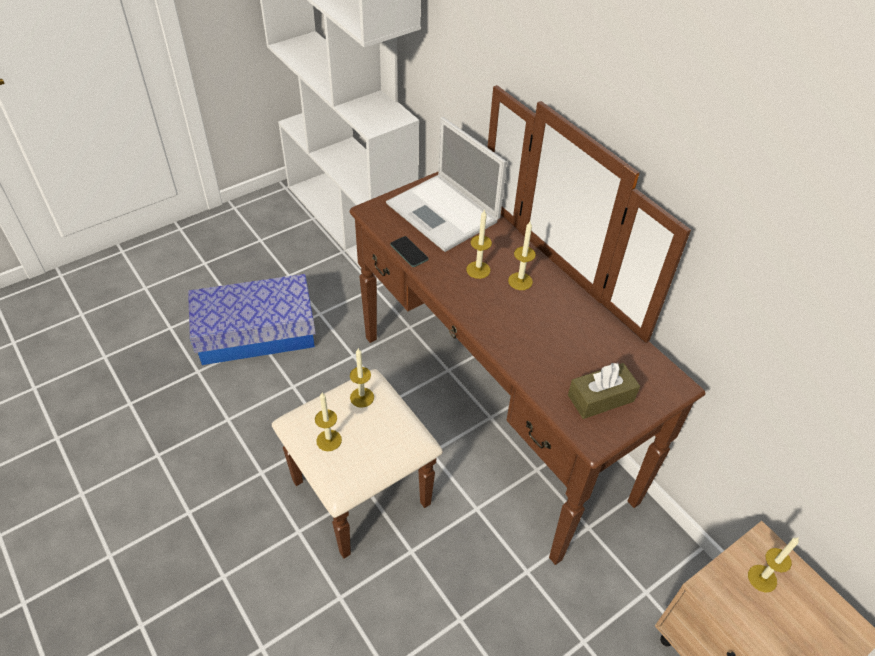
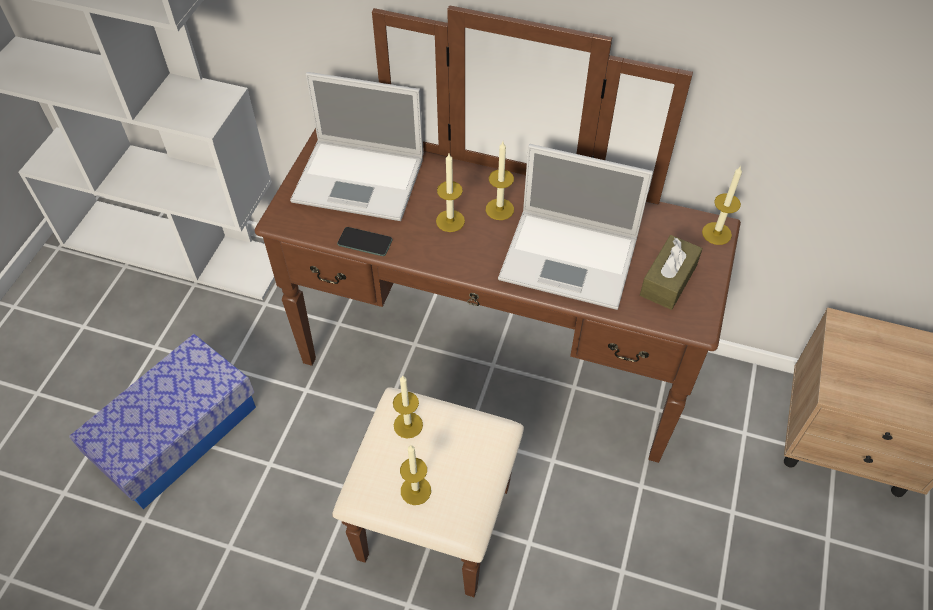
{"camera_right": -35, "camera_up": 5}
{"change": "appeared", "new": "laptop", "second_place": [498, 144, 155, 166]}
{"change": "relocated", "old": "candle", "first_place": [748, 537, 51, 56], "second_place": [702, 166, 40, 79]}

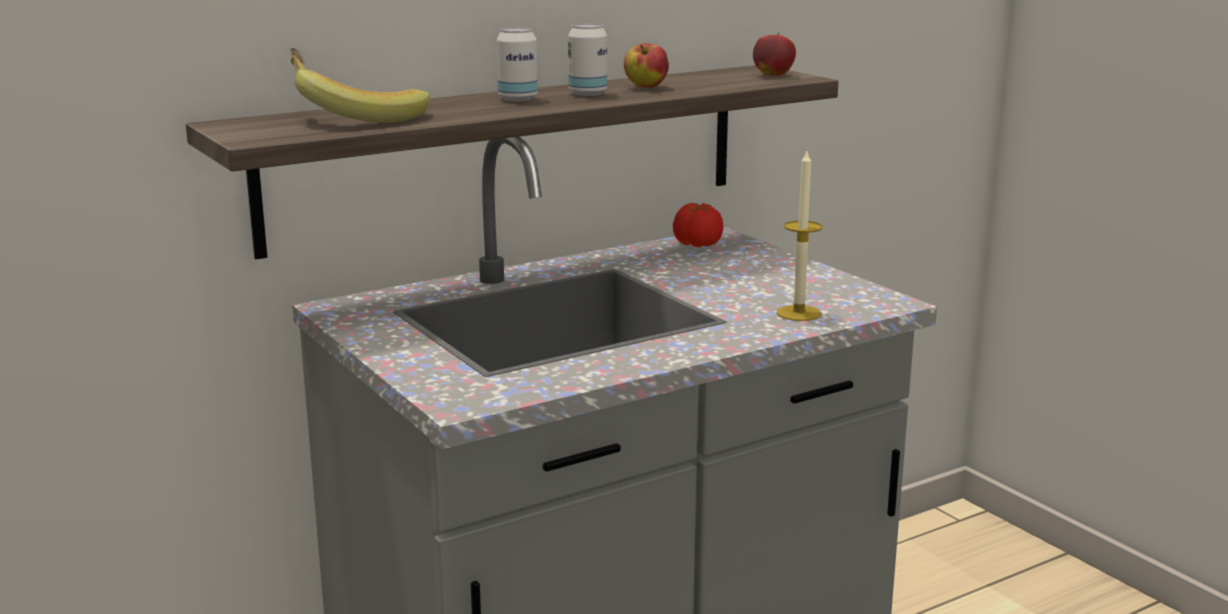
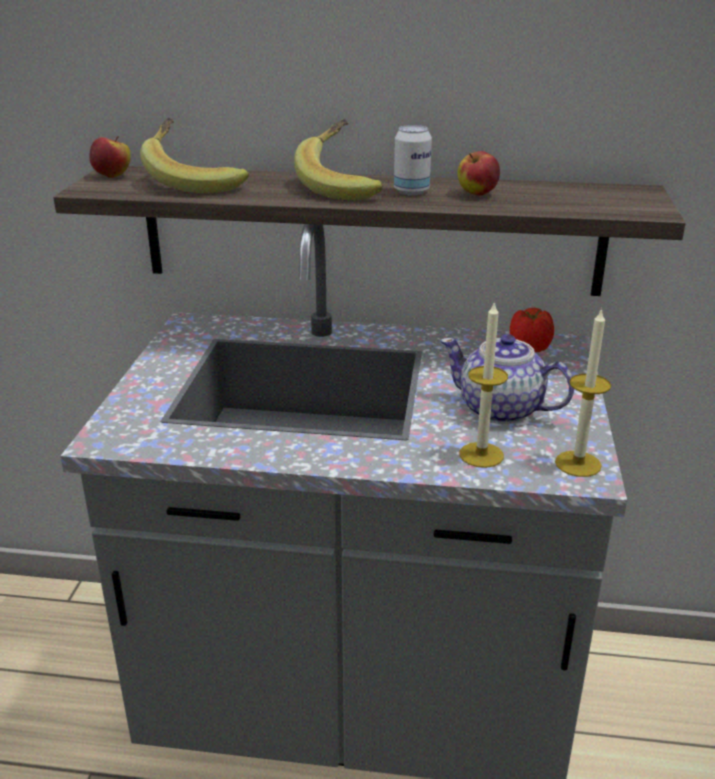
{"camera_right": 40, "camera_up": 10}
{"change": "relocated", "old": "apple", "first_place": [753, 32, 43, 44], "second_place": [89, 136, 42, 42]}
{"change": "exchanged", "old": "can", "new": "banana", "first_place": [496, 27, 42, 75], "second_place": [294, 119, 89, 81]}
{"change": "appeared", "new": "teapot", "second_place": [440, 334, 134, 90]}
{"change": "appeared", "new": "candle", "second_place": [555, 308, 56, 169]}

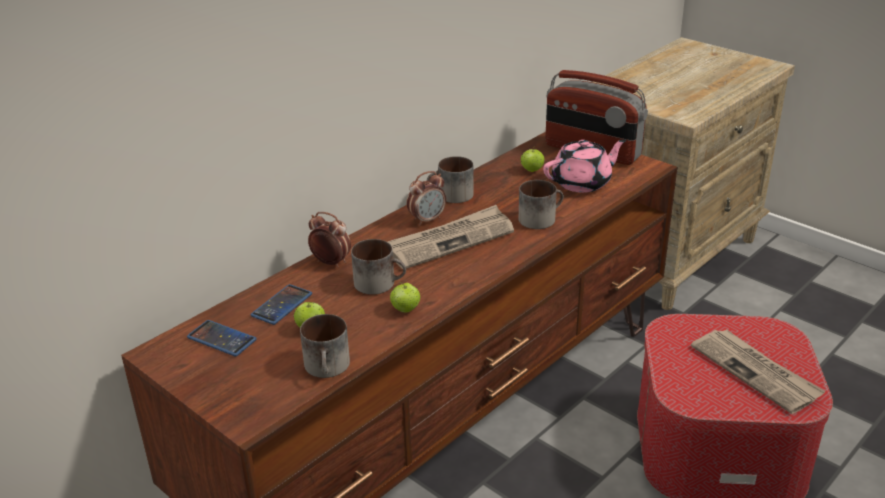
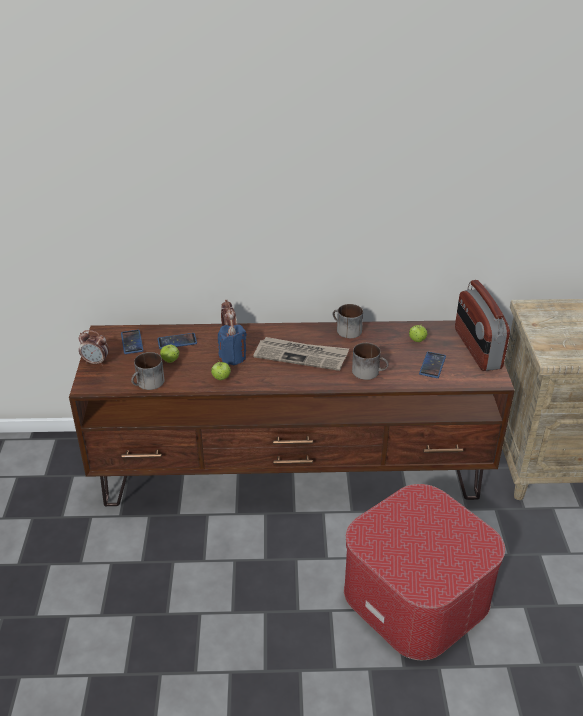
{"camera_right": 45, "camera_up": 5}
{"change": "relocated", "old": "alarm_clock", "first_place": [407, 171, 39, 55], "second_place": [79, 330, 30, 36]}
{"change": "exchanged", "old": "mug", "new": "blue_candle", "first_place": [351, 239, 55, 56], "second_place": [218, 325, 29, 40]}
{"change": "exchanged", "old": "pink_teapot", "new": "phone", "first_place": [543, 139, 83, 54], "second_place": [419, 352, 27, 26]}
{"change": "missing", "old": "newspaper", "first_place": [691, 329, 135, 85]}

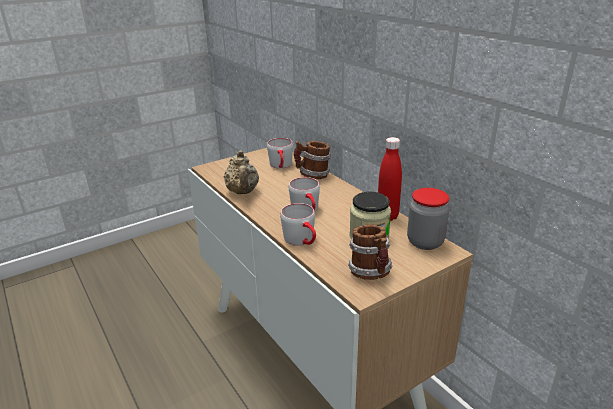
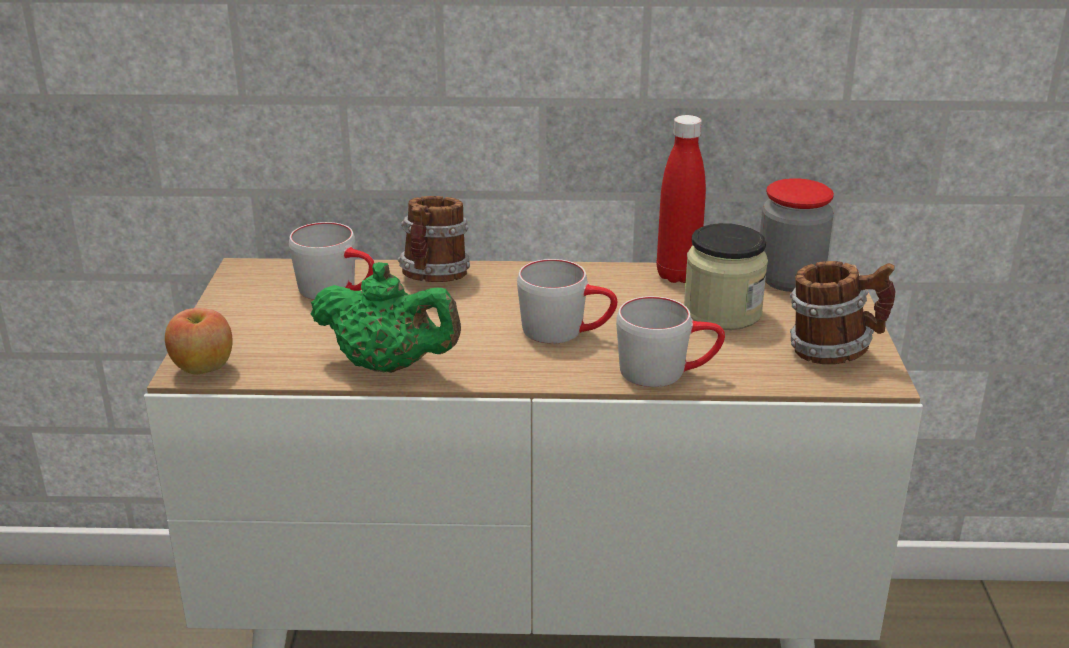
{"camera_right": -55, "camera_up": 0}
{"change": "appeared", "new": "apple", "second_place": [165, 308, 68, 66]}
{"change": "colour", "old": "beige_teapot", "new": "green_teapot", "first_place": [224, 150, 35, 44], "second_place": [311, 262, 150, 111]}

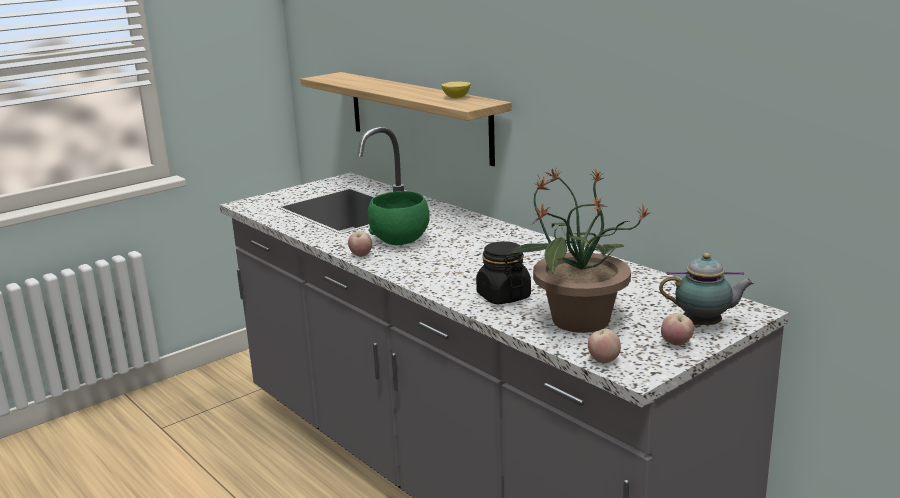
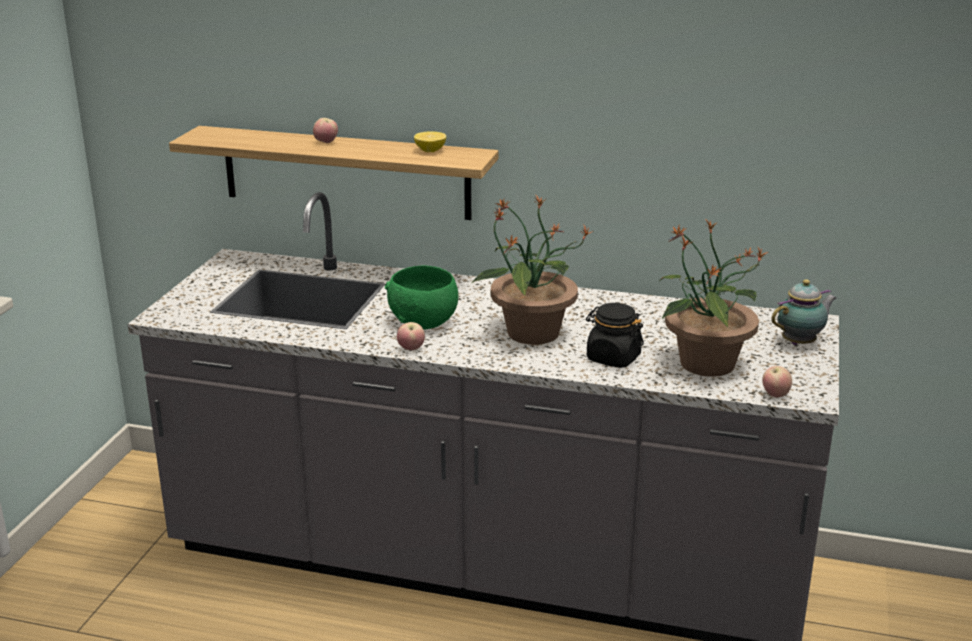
{"camera_right": -35, "camera_up": 5}
{"change": "relocated", "old": "apple", "first_place": [661, 313, 33, 33], "second_place": [313, 118, 25, 25]}
{"change": "appeared", "new": "potted_plant", "second_place": [472, 195, 122, 150]}

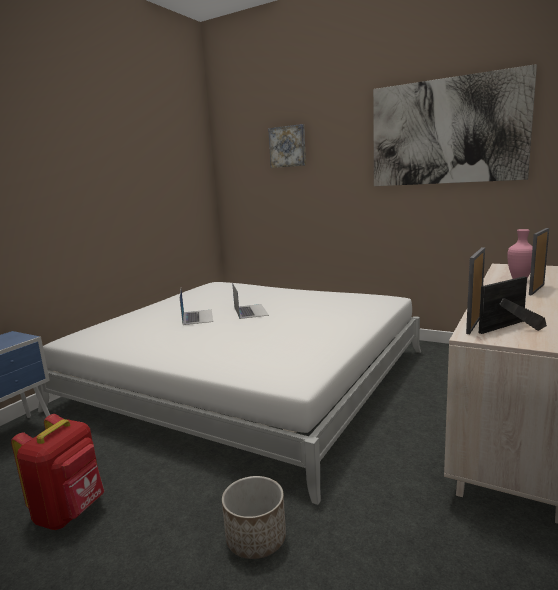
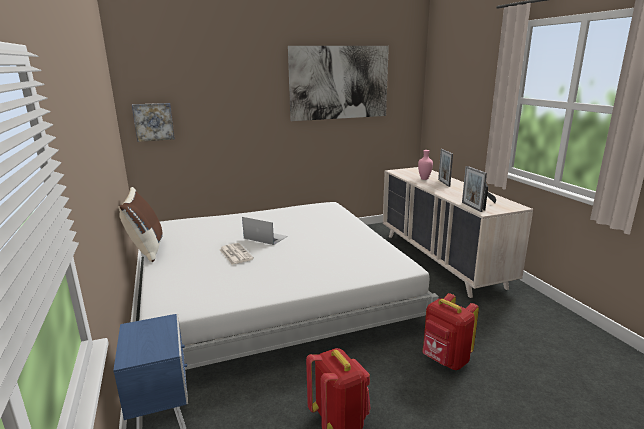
{"camera_right": -50, "camera_up": 5}
{"change": "appeared", "new": "brown_pillow", "second_place": [118, 187, 45, 75]}
{"change": "relocated", "old": "picture", "first_place": [268, 124, 38, 44], "second_place": [132, 103, 43, 39]}
{"change": "exchanged", "old": "laptop", "new": "newspaper", "first_place": [179, 290, 34, 35], "second_place": [219, 243, 35, 22]}
{"change": "exchanged", "old": "planter", "new": "red_backpack", "first_place": [222, 476, 64, 83], "second_place": [422, 293, 57, 77]}

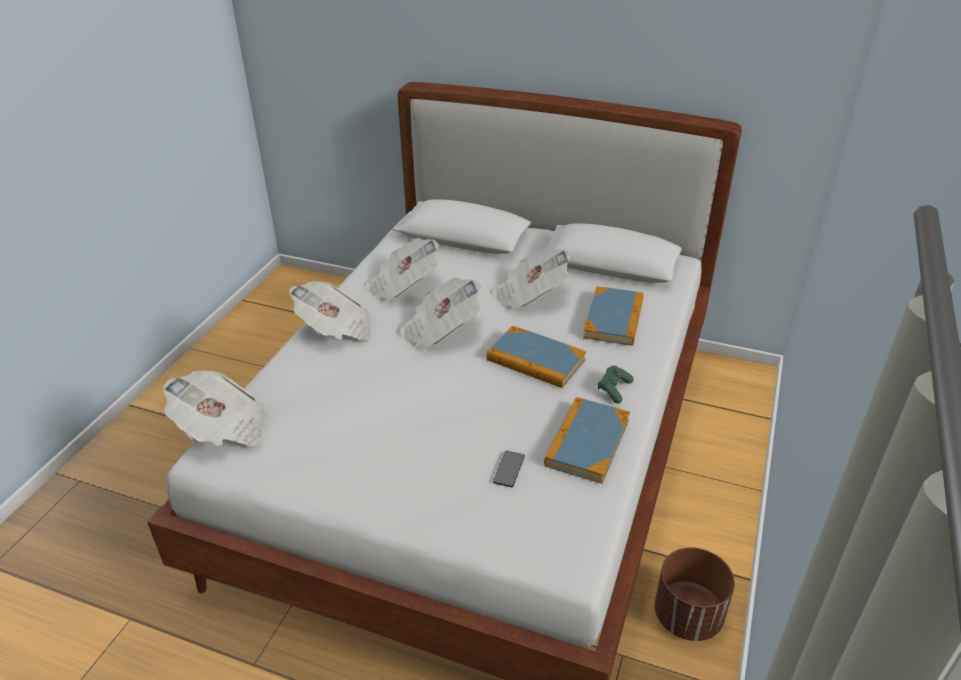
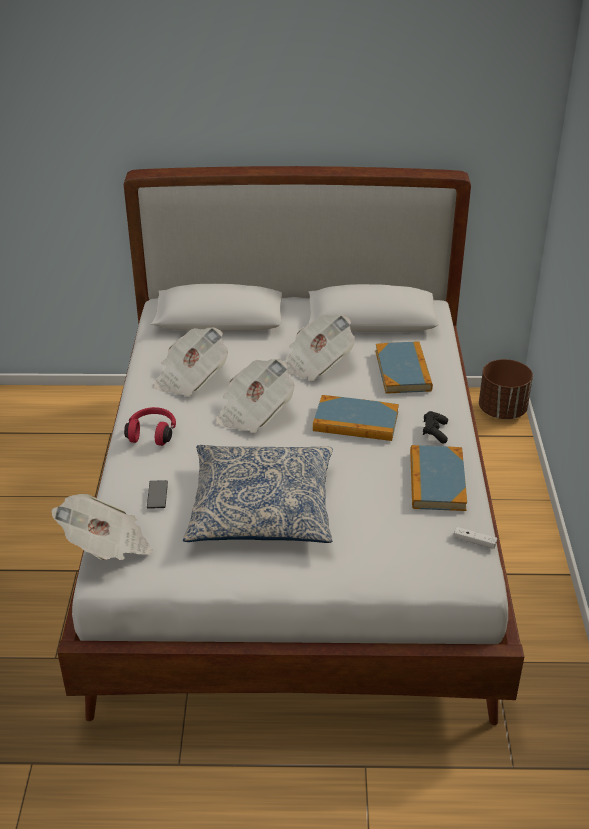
{"camera_right": -20, "camera_up": 0}
{"change": "exchanged", "old": "newspaper", "new": "red_headphones", "first_place": [289, 281, 82, 60], "second_place": [124, 407, 52, 39]}
{"change": "relocated", "old": "phone", "first_place": [493, 451, 32, 36], "second_place": [147, 480, 21, 29]}
{"change": "appeared", "new": "pillow", "second_place": [183, 445, 150, 98]}
{"change": "colour", "old": "green_game_controller", "new": "black_game_controller", "first_place": [598, 366, 36, 37], "second_place": [423, 411, 25, 33]}
{"change": "appeared", "new": "white_game_controller", "second_place": [453, 527, 44, 22]}
{"change": "relocated", "old": "brown_planter", "first_place": [655, 547, 80, 94], "second_place": [479, 359, 54, 60]}

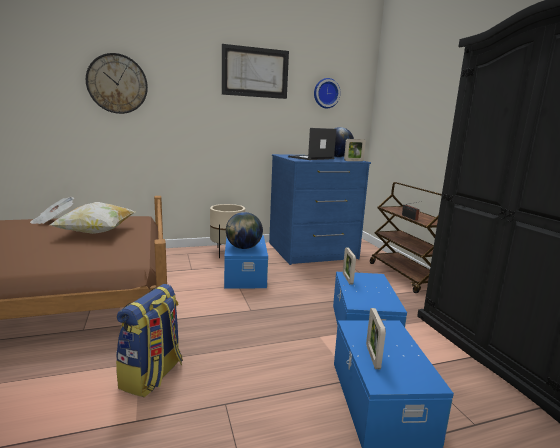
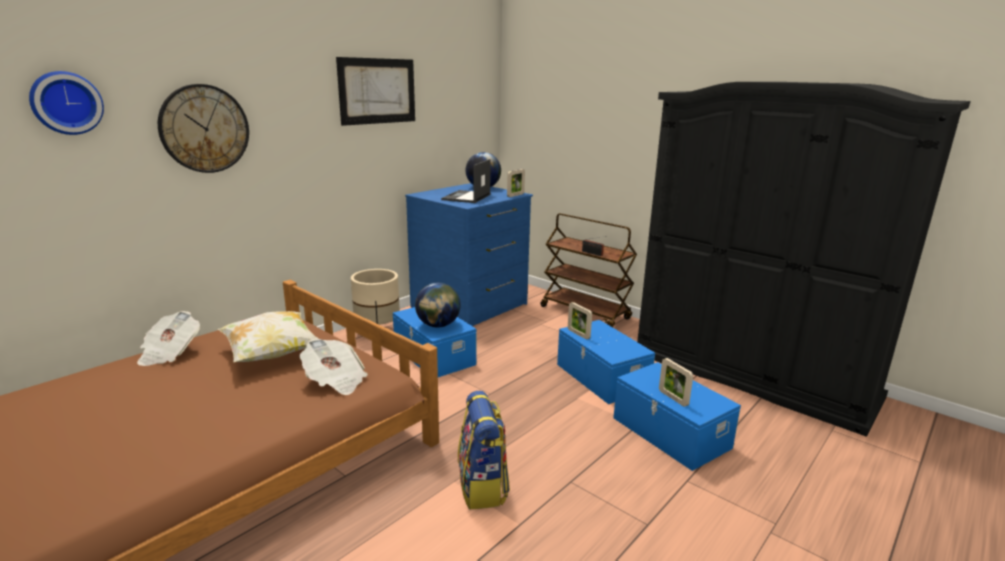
{"camera_right": -30, "camera_up": 5}
{"change": "relocated", "old": "wall_clock", "first_place": [314, 78, 26, 30], "second_place": [29, 71, 75, 64]}
{"change": "appeared", "new": "newspaper", "second_place": [299, 338, 69, 57]}

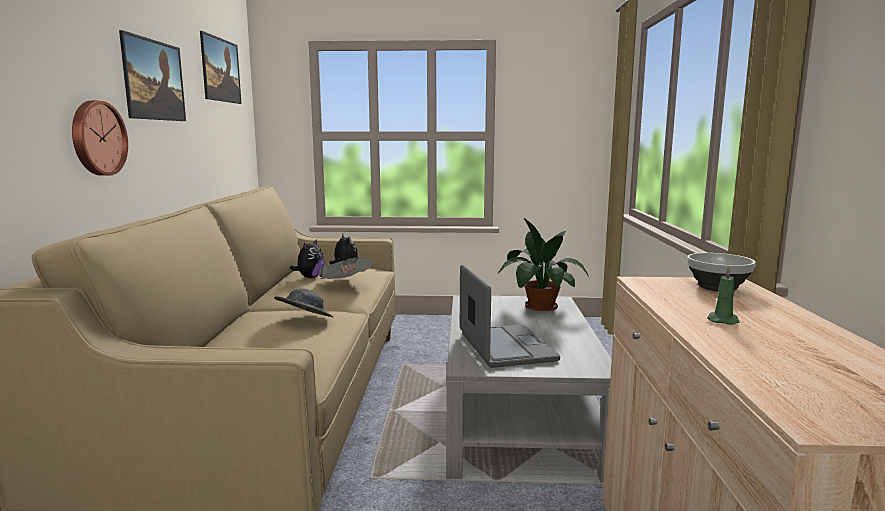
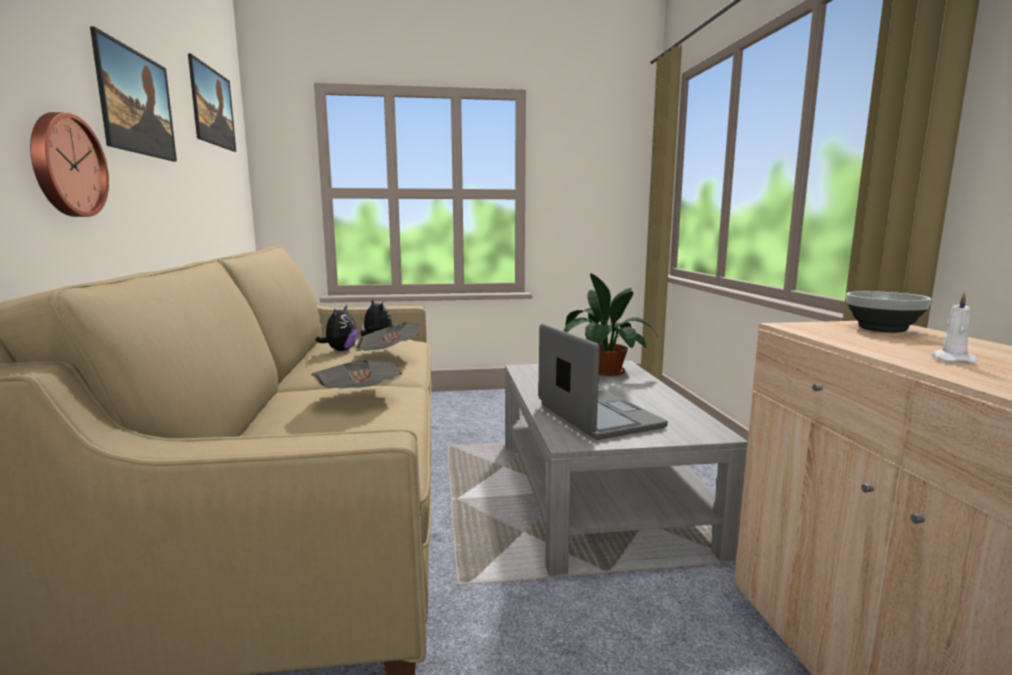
{"camera_right": -10, "camera_up": 0}
{"change": "exchanged", "old": "grey_hat", "new": "newspaper", "first_place": [274, 288, 59, 29], "second_place": [311, 360, 91, 29]}
{"change": "colour", "old": "green_candle", "new": "white_candle", "first_place": [707, 266, 32, 59], "second_place": [931, 292, 48, 72]}

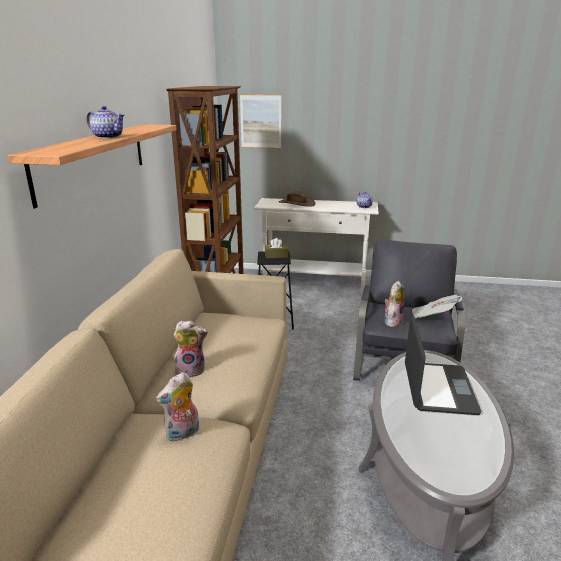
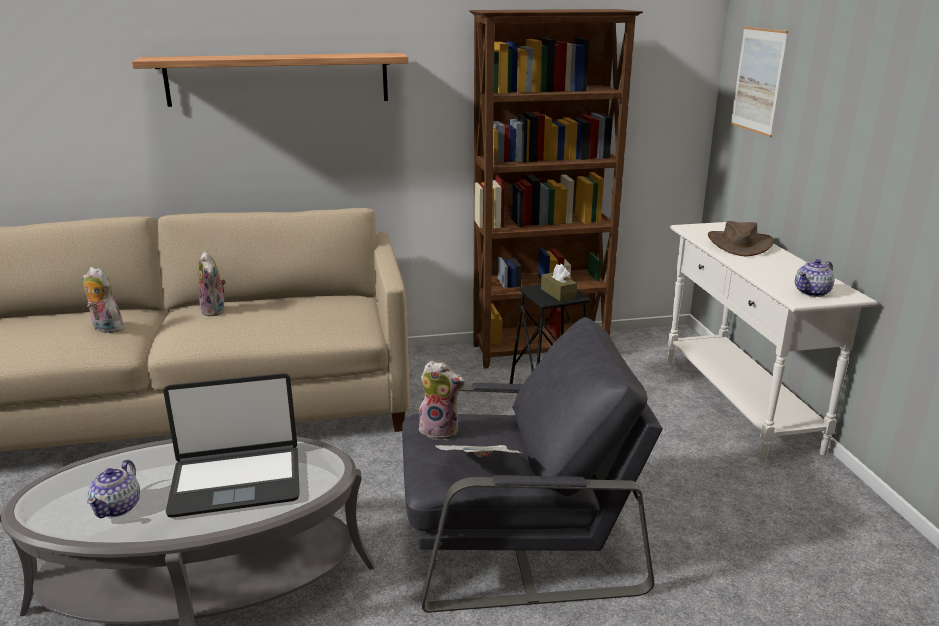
{"camera_right": 70, "camera_up": 0}
{"change": "relocated", "old": "teapot", "first_place": [86, 106, 39, 33], "second_place": [87, 460, 53, 58]}

